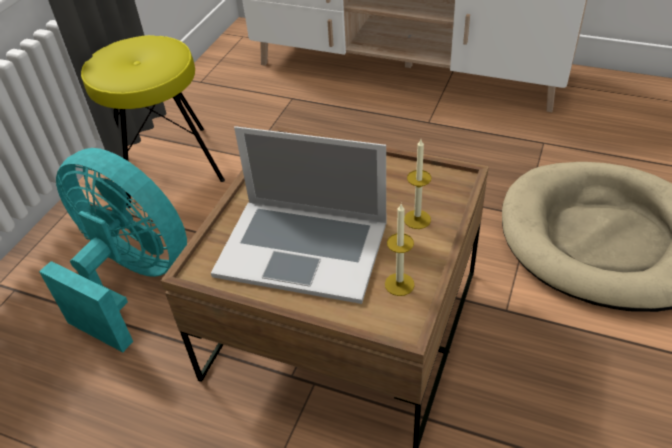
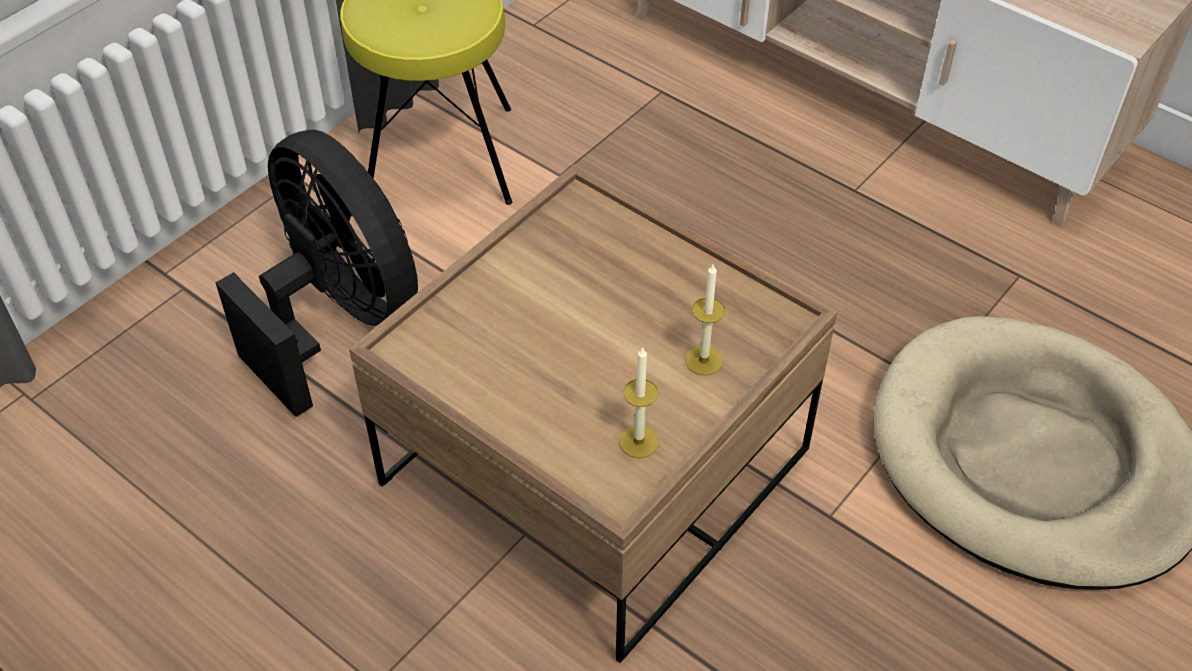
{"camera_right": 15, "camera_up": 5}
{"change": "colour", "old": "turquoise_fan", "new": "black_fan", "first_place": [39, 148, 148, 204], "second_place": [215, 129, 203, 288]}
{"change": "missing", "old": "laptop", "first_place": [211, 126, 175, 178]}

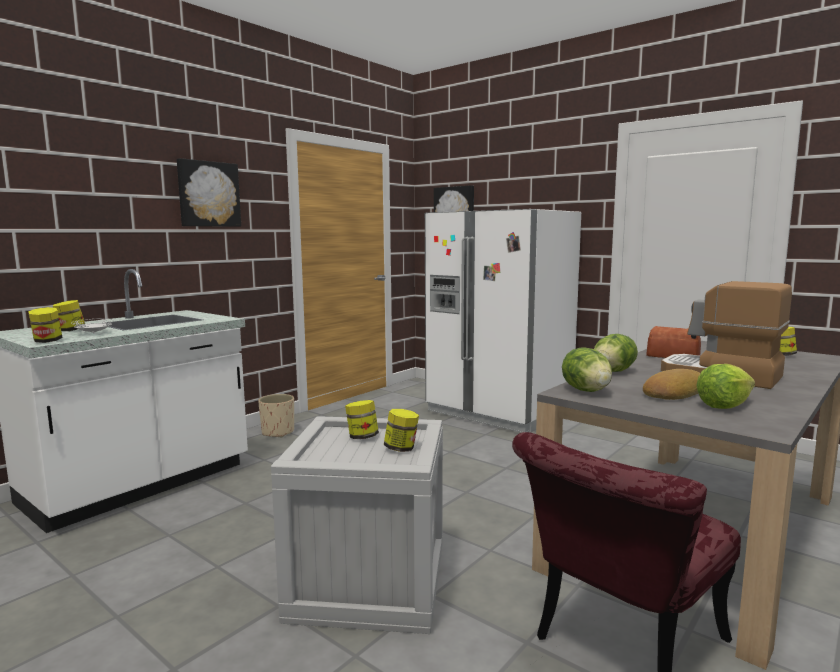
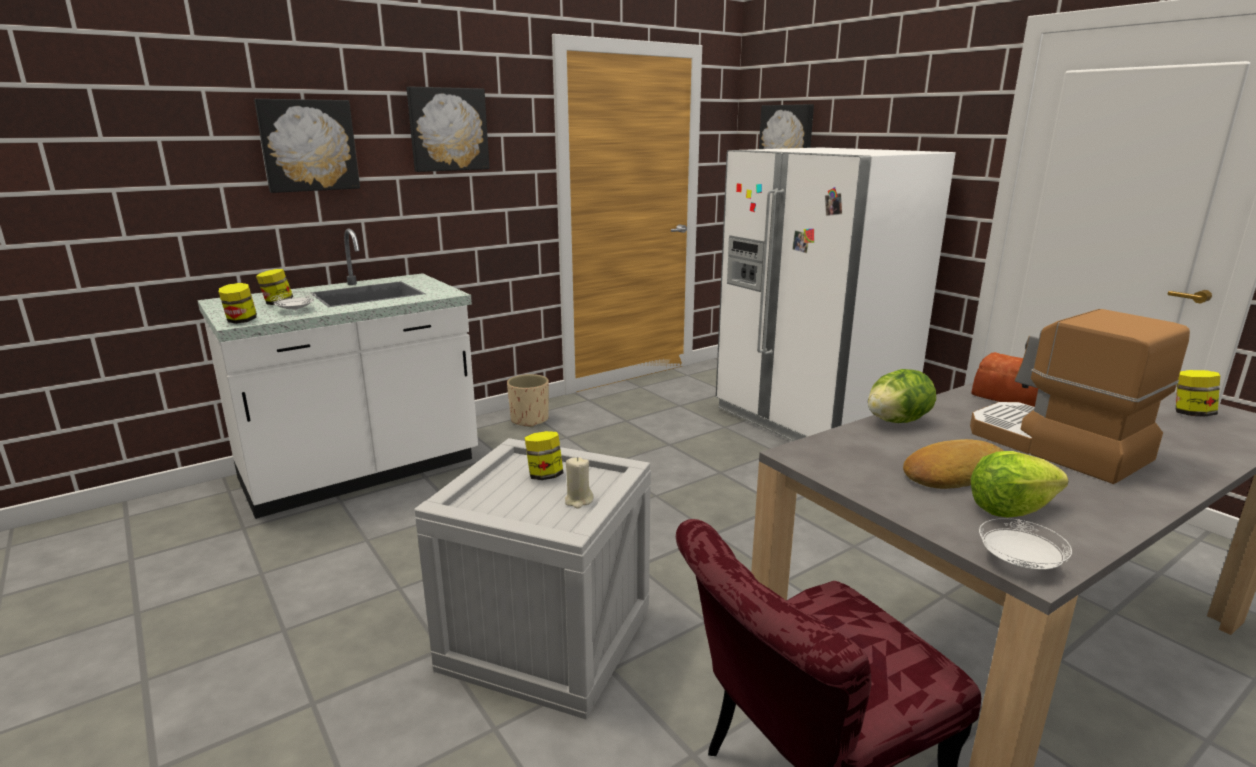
{"camera_right": 15, "camera_up": 10}
{"change": "appeared", "new": "picture", "second_place": [254, 99, 106, 94]}
{"change": "exchanged", "old": "jar", "new": "beige_candle", "first_place": [384, 409, 35, 43], "second_place": [565, 457, 29, 52]}
{"change": "appeared", "new": "white_plate", "second_place": [979, 518, 93, 52]}
{"change": "missing", "old": "lettuce", "first_place": [562, 347, 50, 45]}

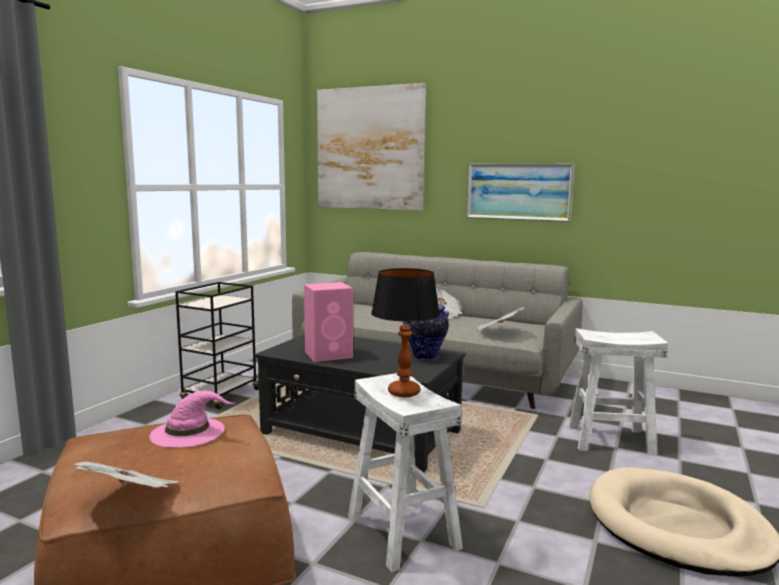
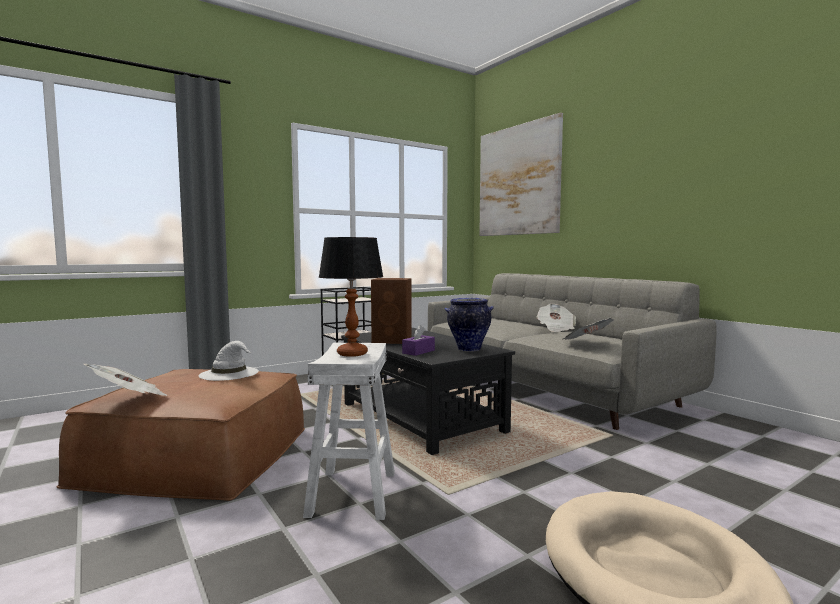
{"camera_right": 30, "camera_up": -5}
{"change": "colour", "old": "pink_hat", "new": "white_hat", "first_place": [149, 391, 86, 57], "second_place": [199, 341, 60, 40]}
{"change": "colour", "old": "pink_speaker", "new": "brown_speaker", "first_place": [304, 282, 49, 80], "second_place": [371, 278, 41, 66]}
{"change": "appeared", "new": "purple_tissue_box", "second_place": [402, 325, 33, 31]}
{"change": "missing", "old": "picture", "first_place": [466, 163, 108, 59]}
{"change": "missing", "old": "white_stool", "first_place": [568, 328, 100, 127]}

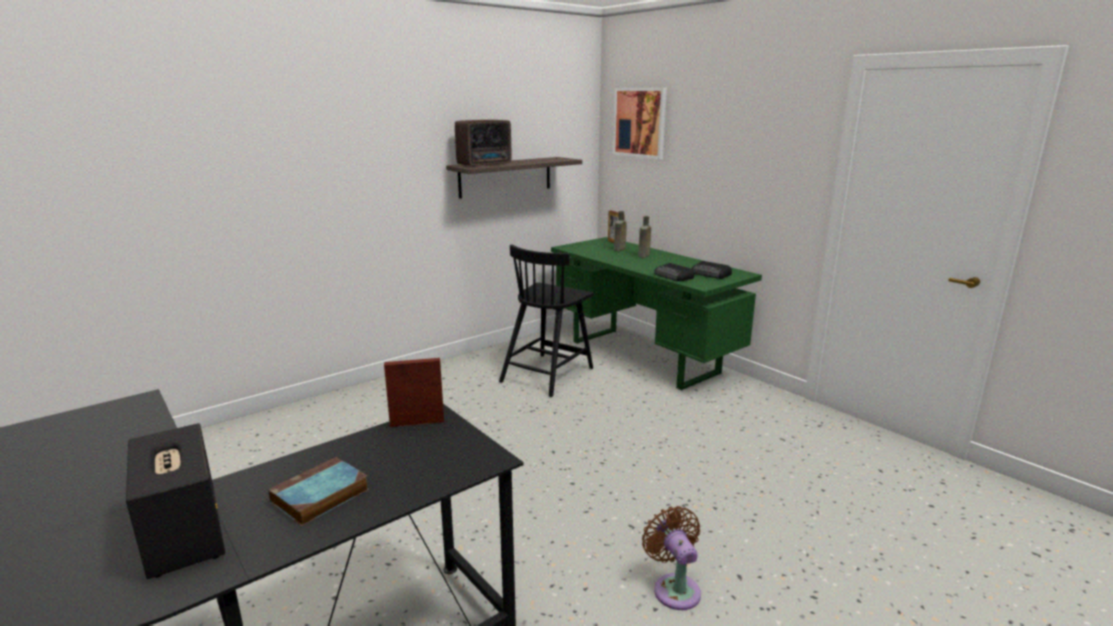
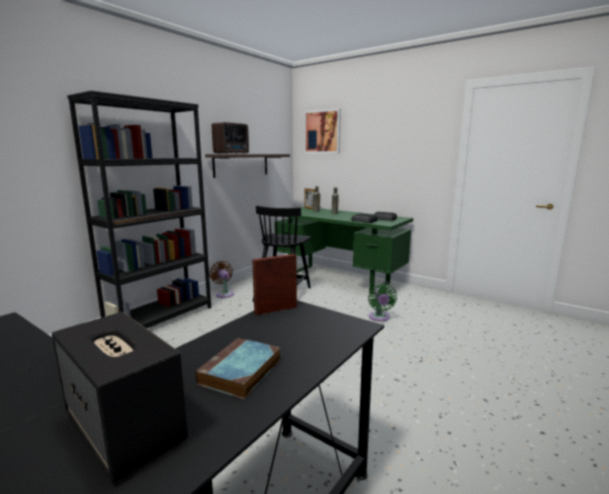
{"camera_right": -15, "camera_up": -5}
{"change": "appeared", "new": "black_bookcase", "second_place": [67, 91, 144, 237]}
{"change": "relocated", "old": "brown_fan", "first_place": [642, 506, 59, 104], "second_place": [210, 261, 24, 37]}
{"change": "appeared", "new": "green_fan", "second_place": [368, 284, 29, 38]}

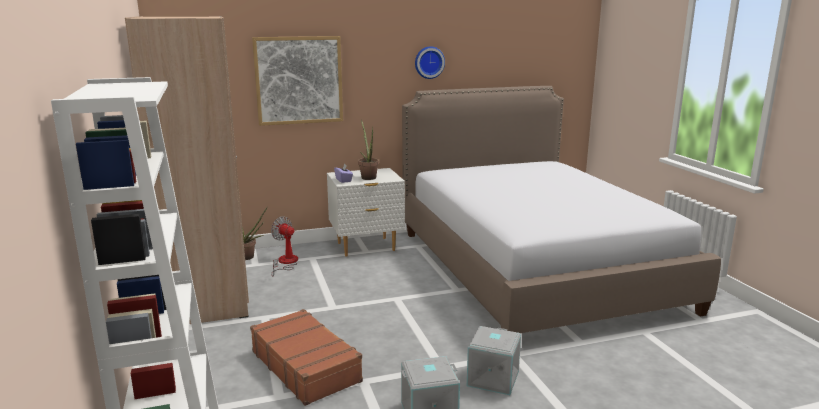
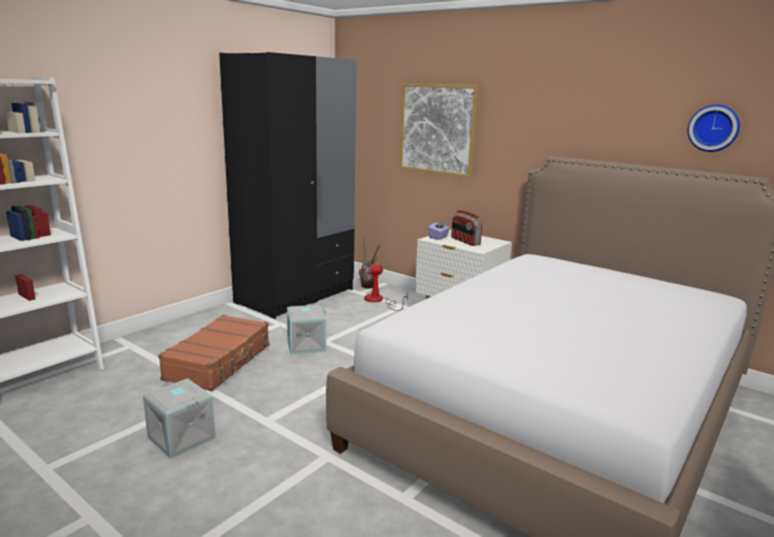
{"camera_right": 55, "camera_up": 0}
{"change": "colour", "old": "beige_wardrobe", "new": "black_wardrobe", "first_place": [125, 16, 124, 308], "second_place": [219, 52, 138, 267]}
{"change": "relocated", "old": "grey_storage_box", "first_place": [467, 326, 54, 69], "second_place": [286, 305, 41, 49]}
{"change": "spun", "old": "fan", "first_place": [271, 217, 27, 59], "second_place": [362, 258, 46, 53], "degrees": -105}
{"change": "exchanged", "old": "potted_plant", "new": "radio", "first_place": [358, 120, 21, 60], "second_place": [451, 210, 31, 36]}
{"change": "relocated", "old": "wall_clock", "first_place": [415, 46, 30, 33], "second_place": [687, 104, 53, 48]}

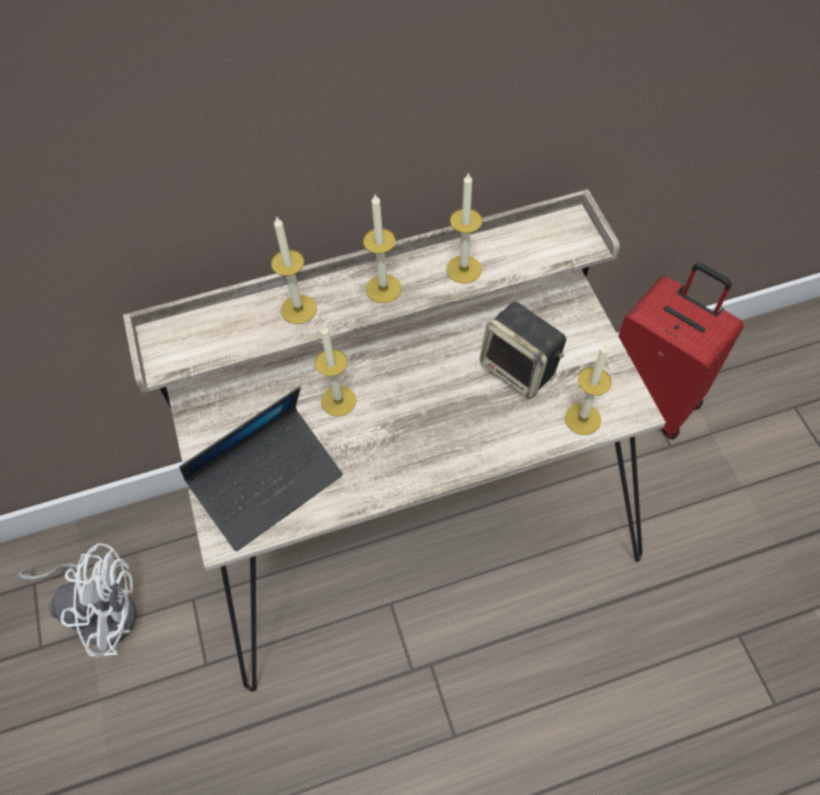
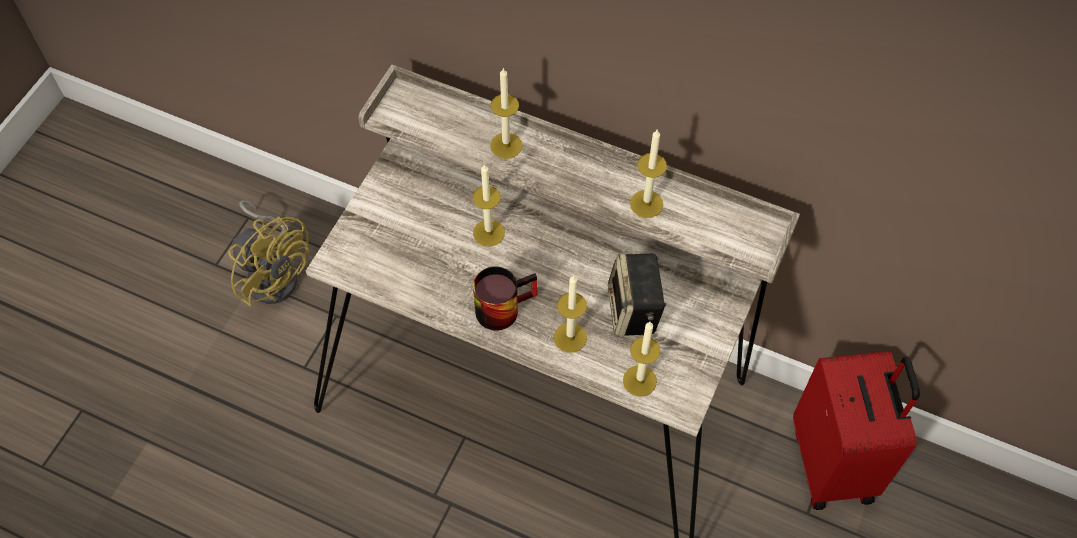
{"camera_right": 40, "camera_up": 0}
{"change": "colour", "old": "white_fan", "new": "yellow_fan", "first_place": [18, 543, 119, 114], "second_place": [228, 200, 81, 107]}
{"change": "appeared", "new": "mug", "second_place": [473, 267, 64, 63]}
{"change": "relocated", "old": "candle", "first_place": [363, 194, 38, 109], "second_place": [554, 275, 33, 78]}
{"change": "missing", "old": "laptop", "first_place": [179, 387, 164, 164]}

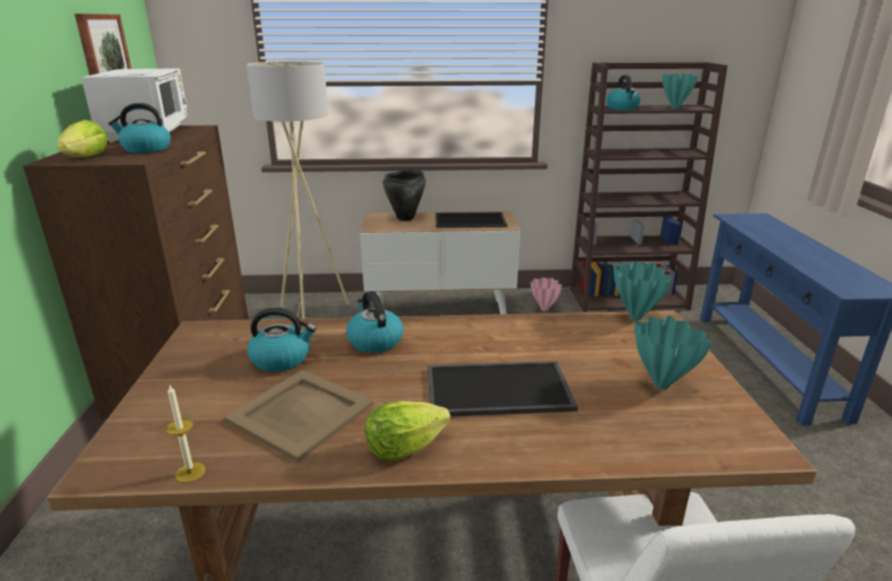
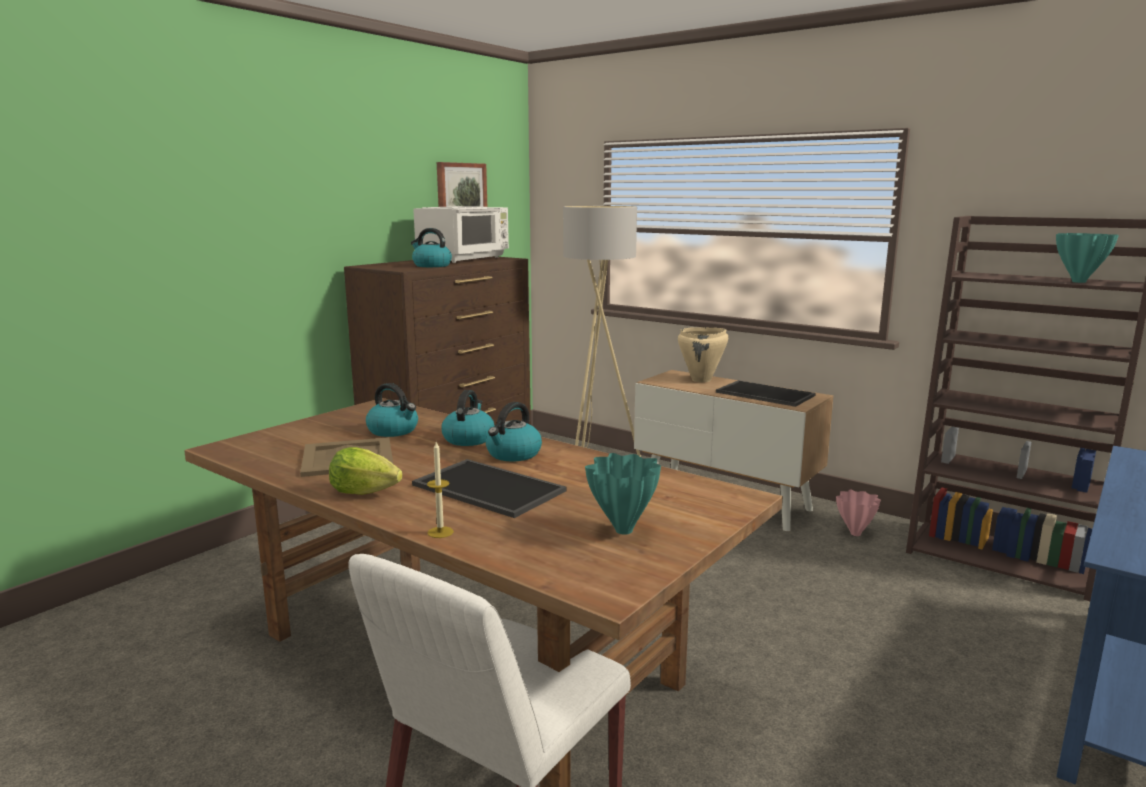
{"camera_right": 40, "camera_up": -10}
{"change": "relocated", "old": "candle", "first_place": [166, 384, 40, 99], "second_place": [427, 442, 27, 96]}
{"change": "relocated", "old": "kettle", "first_place": [606, 75, 34, 35], "second_place": [486, 402, 56, 60]}
{"change": "colour", "old": "black_cooking_pot", "new": "beige_cooking_pot", "first_place": [383, 170, 43, 51], "second_place": [678, 327, 50, 55]}
{"change": "missing", "old": "lettuce", "first_place": [57, 120, 51, 37]}
{"change": "missing", "old": "turquoise_vase", "first_place": [614, 261, 57, 59]}

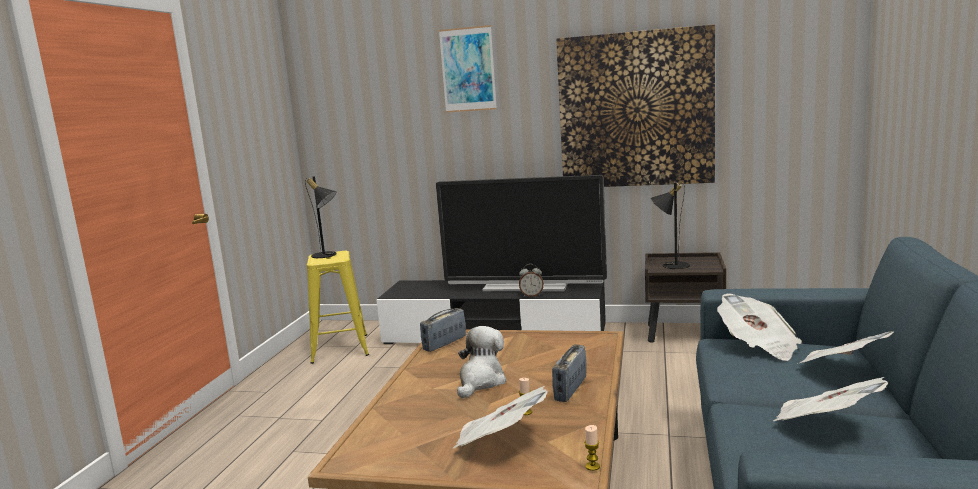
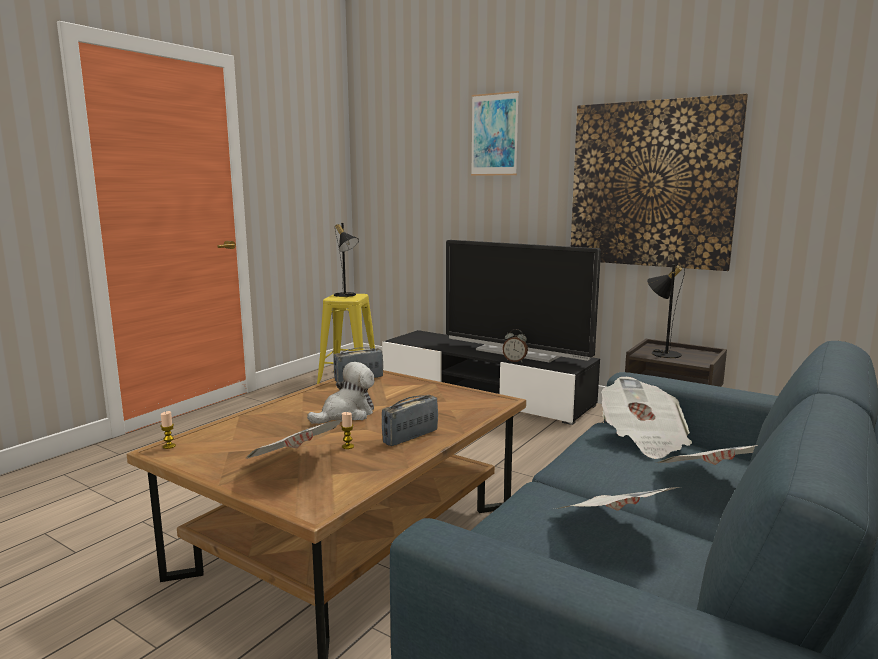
{"camera_right": 20, "camera_up": 0}
{"change": "relocated", "old": "candle", "first_place": [584, 425, 16, 46], "second_place": [160, 411, 16, 38]}

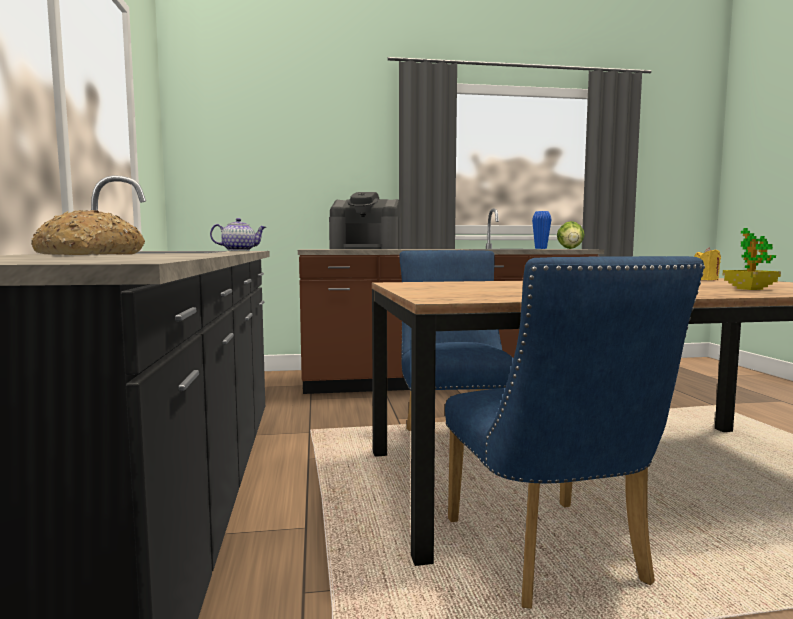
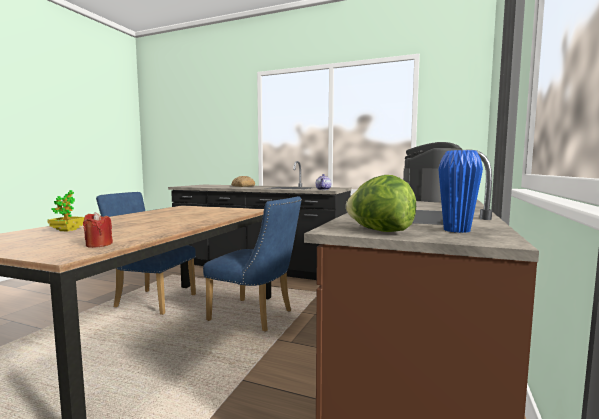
{"camera_right": 120, "camera_up": 0}
{"change": "colour", "old": "yellow_candle", "new": "red_candle", "first_place": [694, 247, 27, 33], "second_place": [83, 212, 30, 36]}

